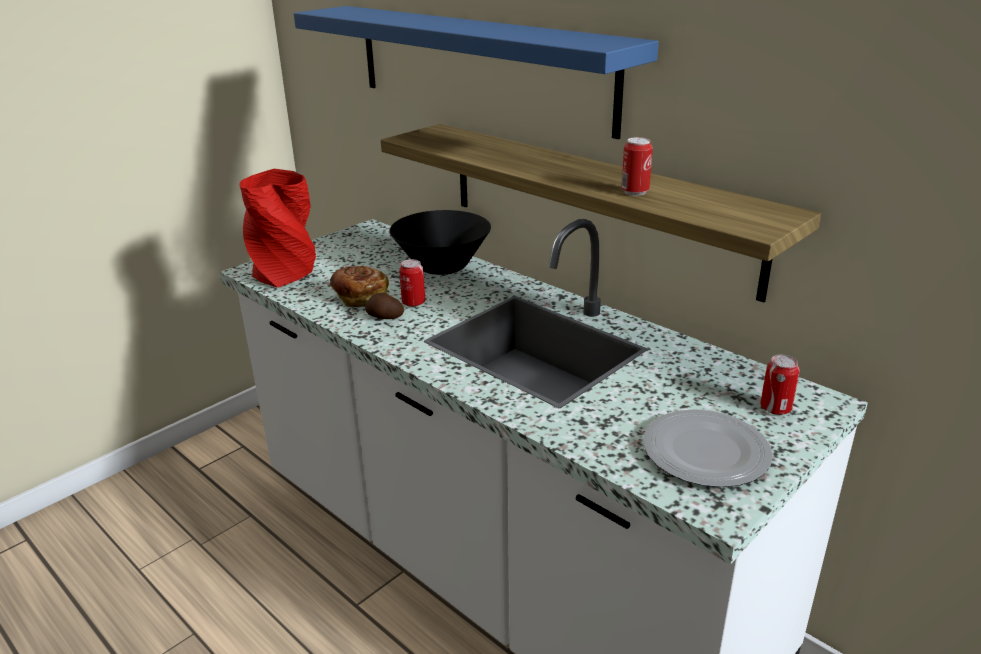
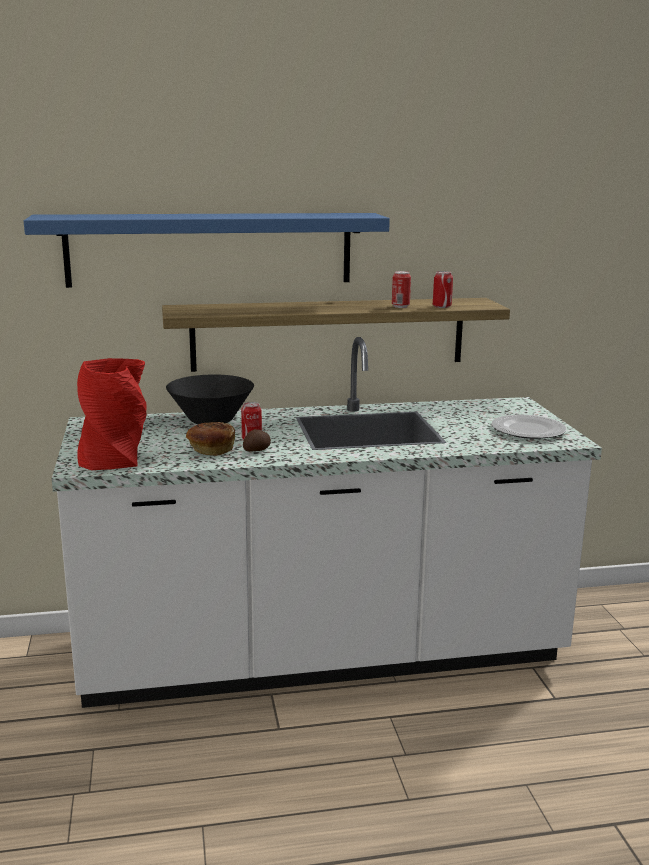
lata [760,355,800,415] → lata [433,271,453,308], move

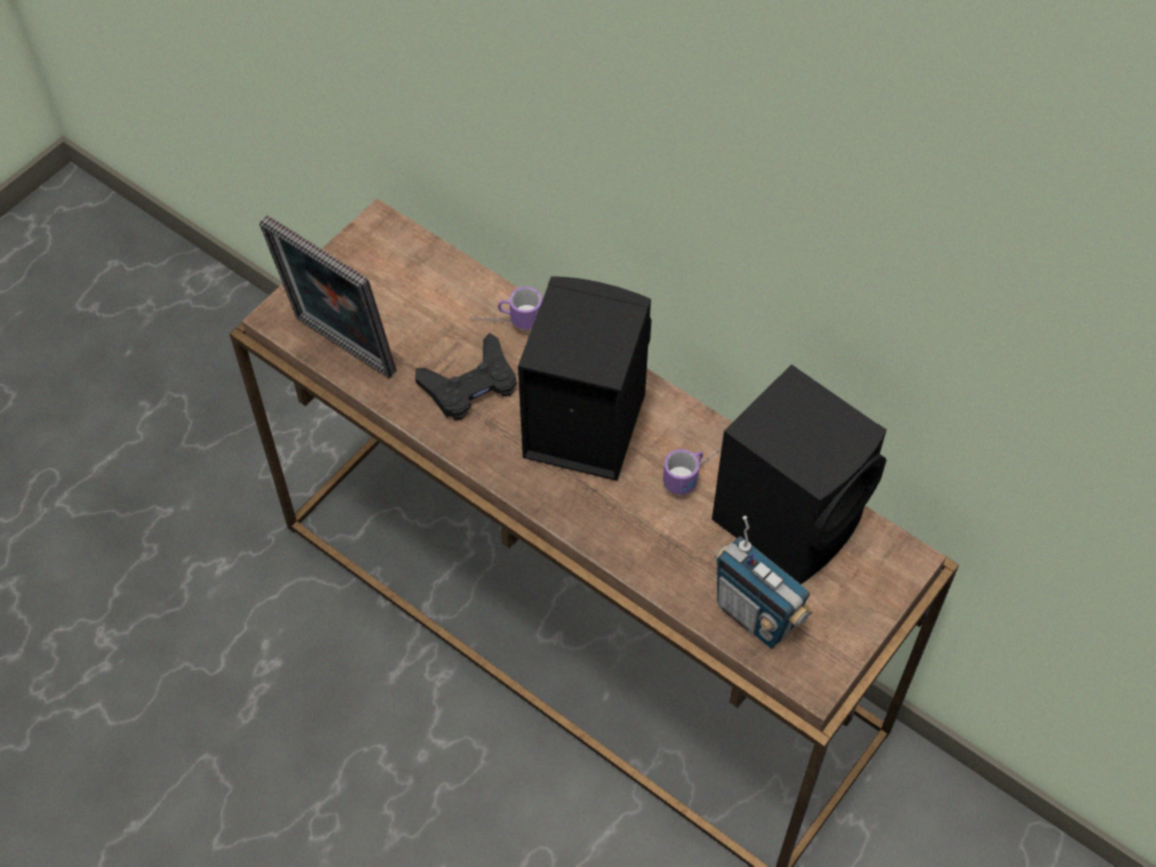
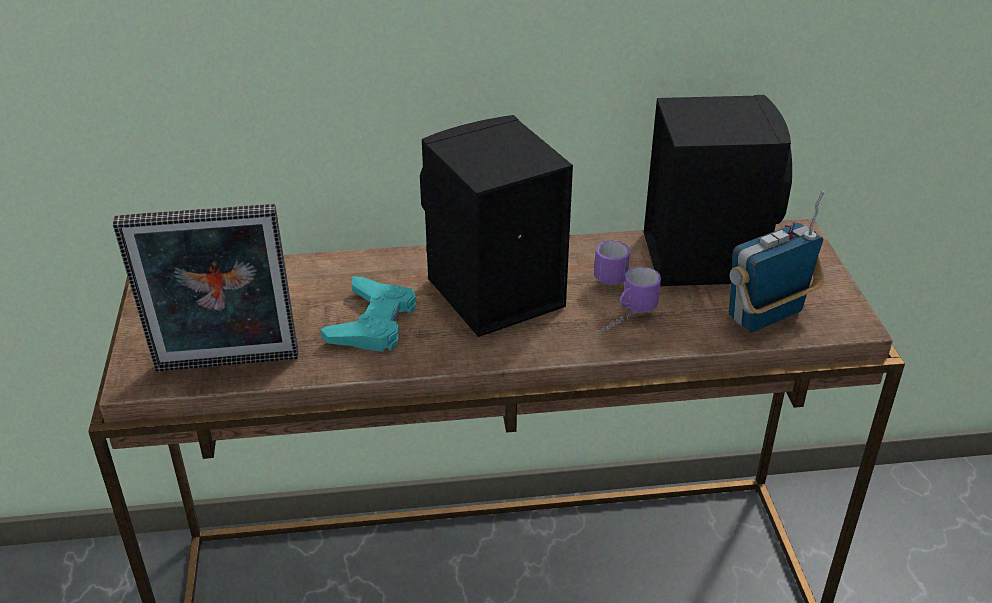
taza grande [471,286,542,330] → taza grande [598,267,661,335], move
mando de consola (negro) [415,333,516,420] → mando de consola (turquesa) [321,276,416,352]
radio [715,516,813,648] → radio [729,191,826,333], 150 degrees clockwise

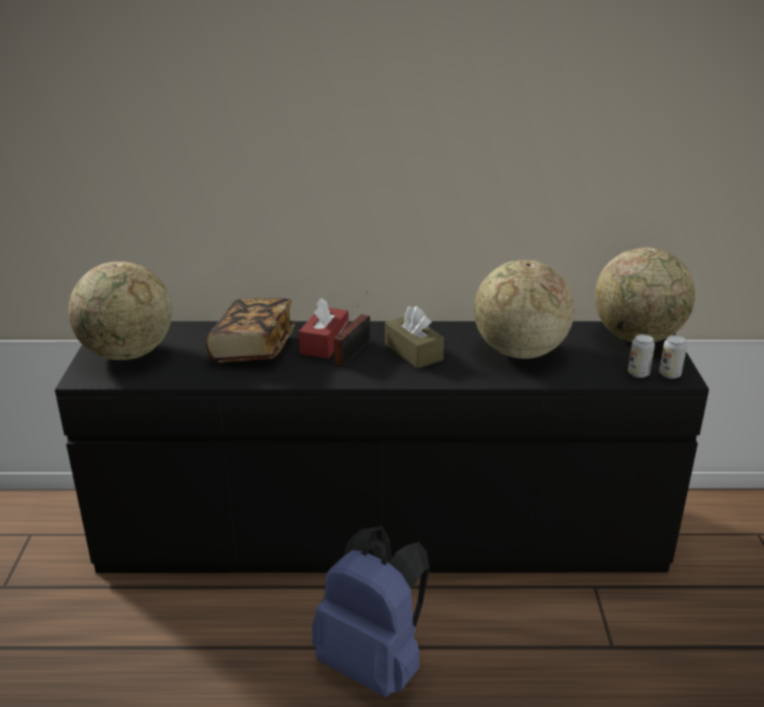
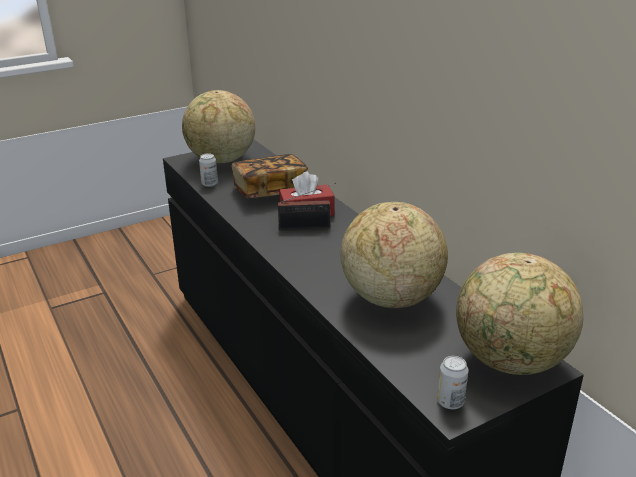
caja de pañuelos (marrón) [385,306,444,368] → -
lata [628,334,655,378] → lata [199,153,218,187], move
mochila (azul) [312,526,430,697] → -

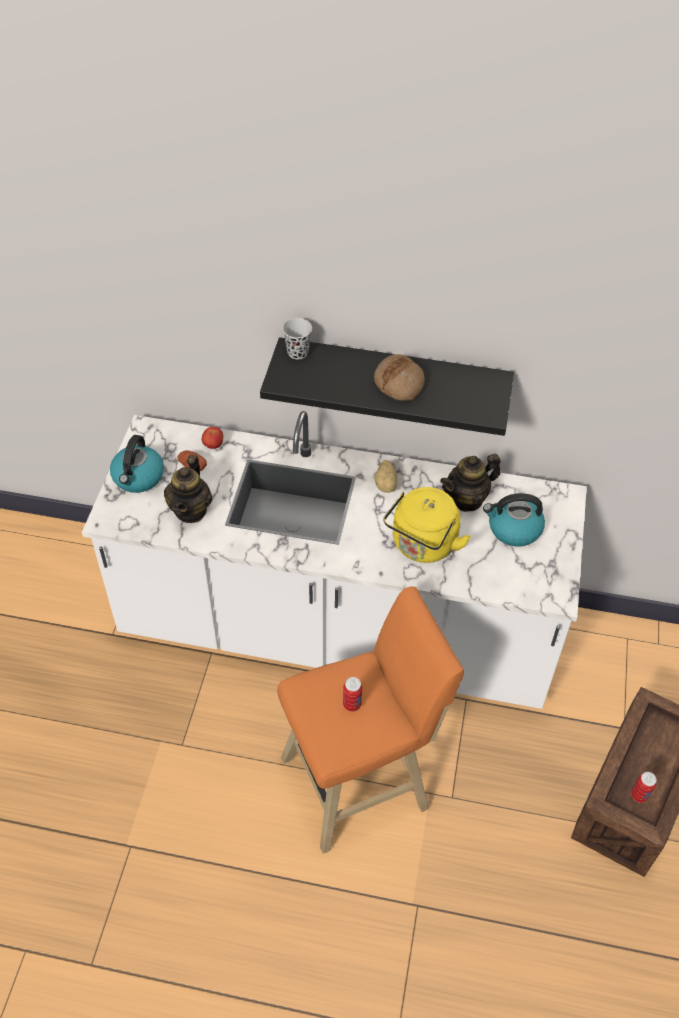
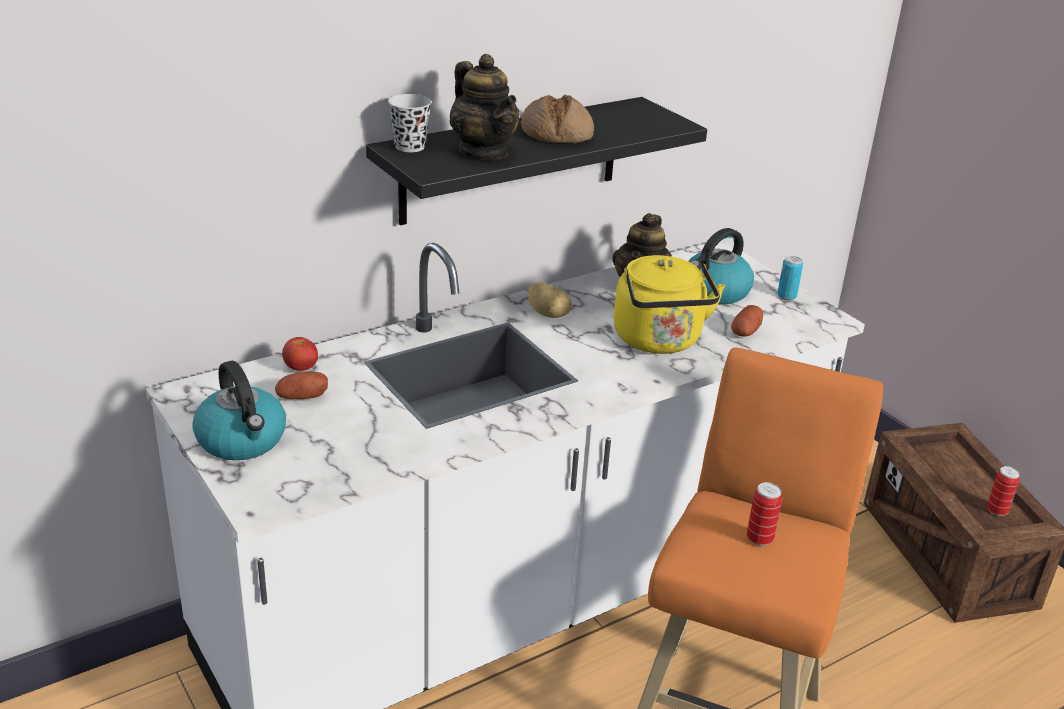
tetera [164,455,212,523] → tetera [449,54,519,160], move
- → lata [777,256,803,300]
- → patata [731,305,763,337]

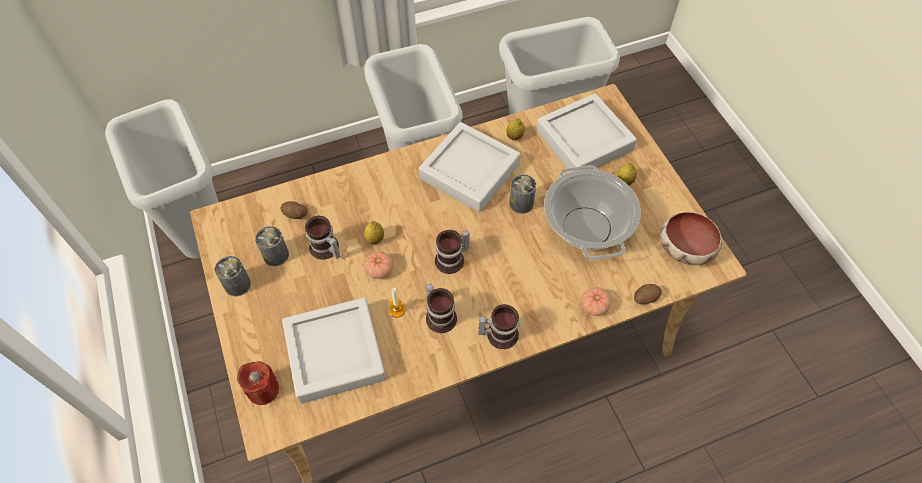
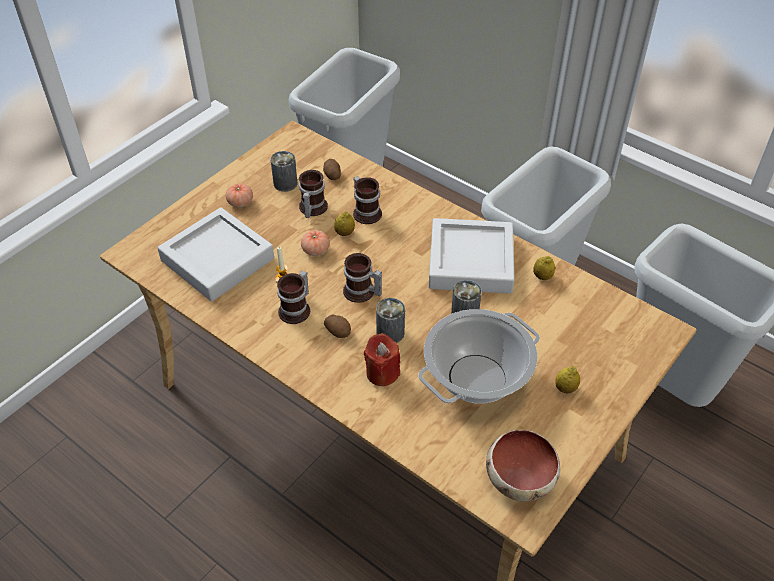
bandeja (gris) [536,93,637,172] → -
lata [214,256,251,296] → lata [376,298,405,343], move
patata [634,284,662,304] → patata [324,314,351,338], move
tomate [581,288,611,316] → tomate [226,183,253,208], move
taza grande [478,304,519,349] → taza grande [353,176,382,224], move
vela (rojo) [237,361,279,405] → vela (rojo) [364,333,400,386], move

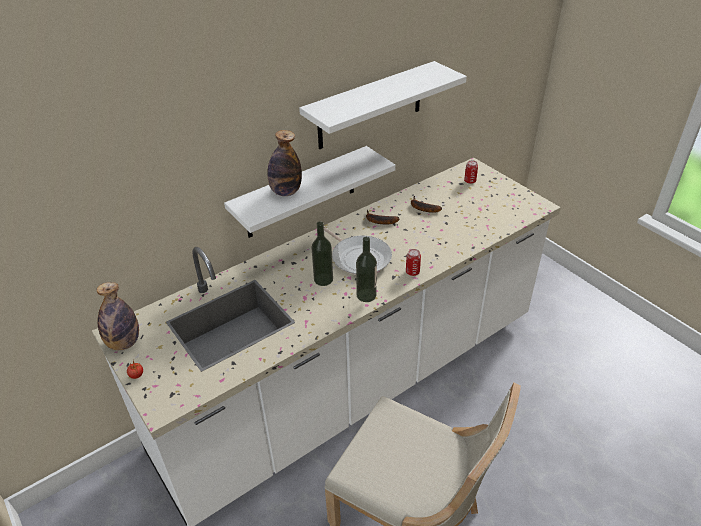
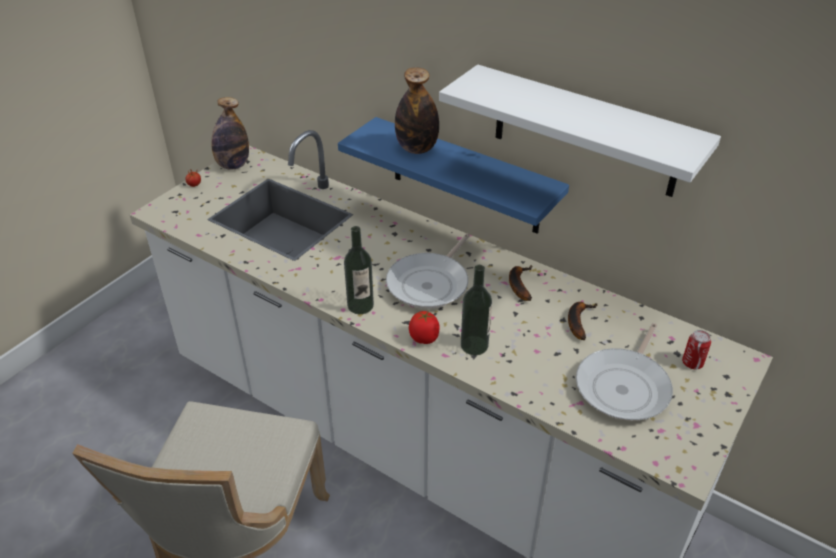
estante (blanco) [224,146,396,238] → estante (azul) [338,117,569,234]
botella [311,221,333,286] → botella [461,265,492,355], move
lata [406,249,421,276] → tomate [409,311,440,344]
- → sartén [576,323,673,421]

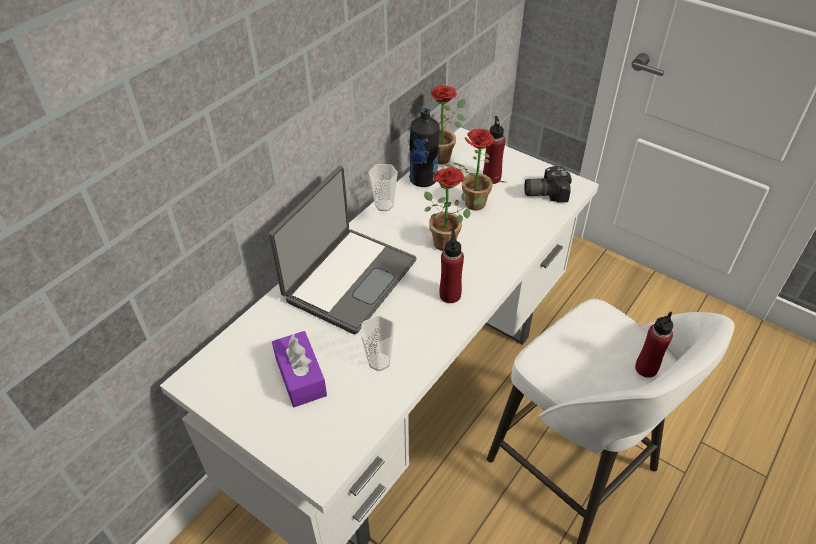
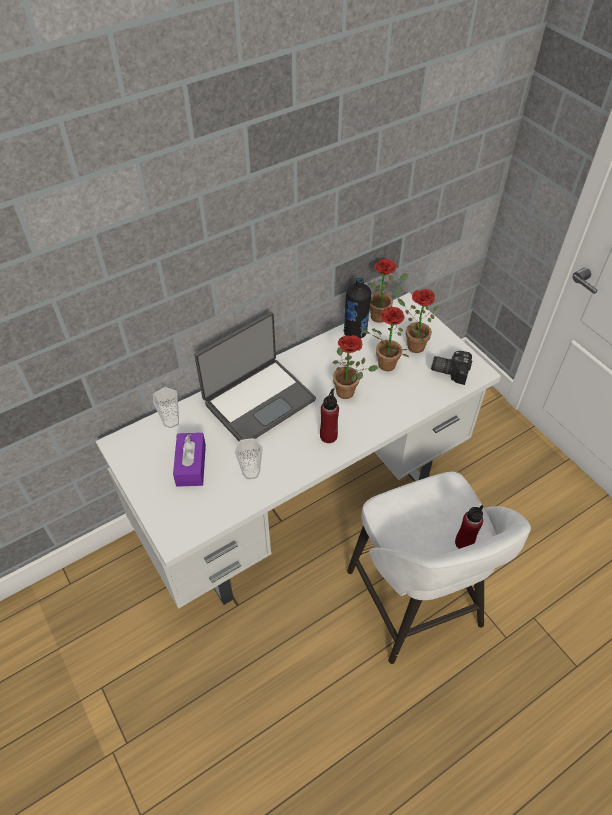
botella (rojo) [483,116,505,184] → planta en maceta [398,289,439,353]
taza [369,164,398,211] → taza [153,387,179,428], move

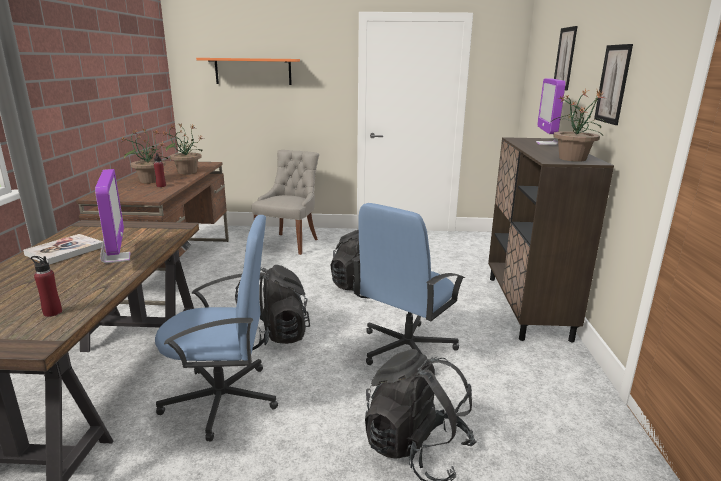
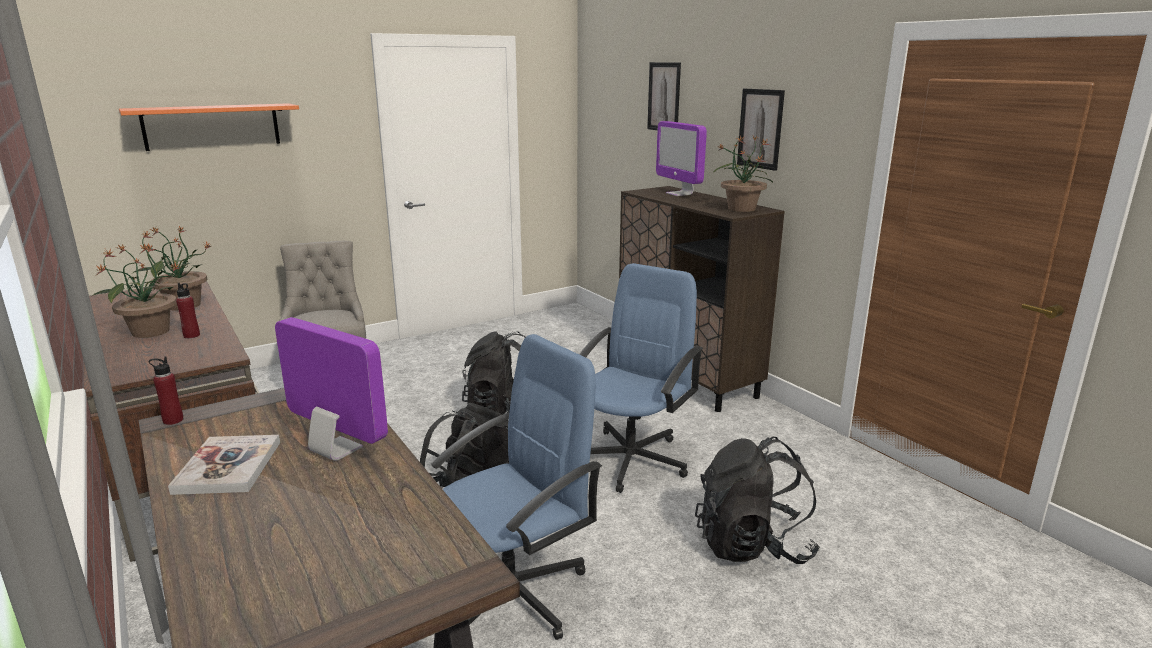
silla de oficina (azul) [352,203,465,365] → silla de oficina (azul) [579,263,703,493], 150 degrees counterclockwise
botella (rojo) [31,256,62,317] → botella (rojo) [149,357,183,425], move

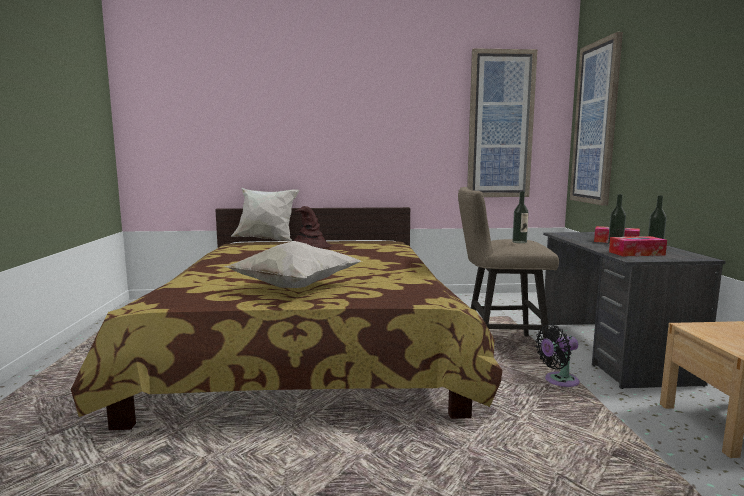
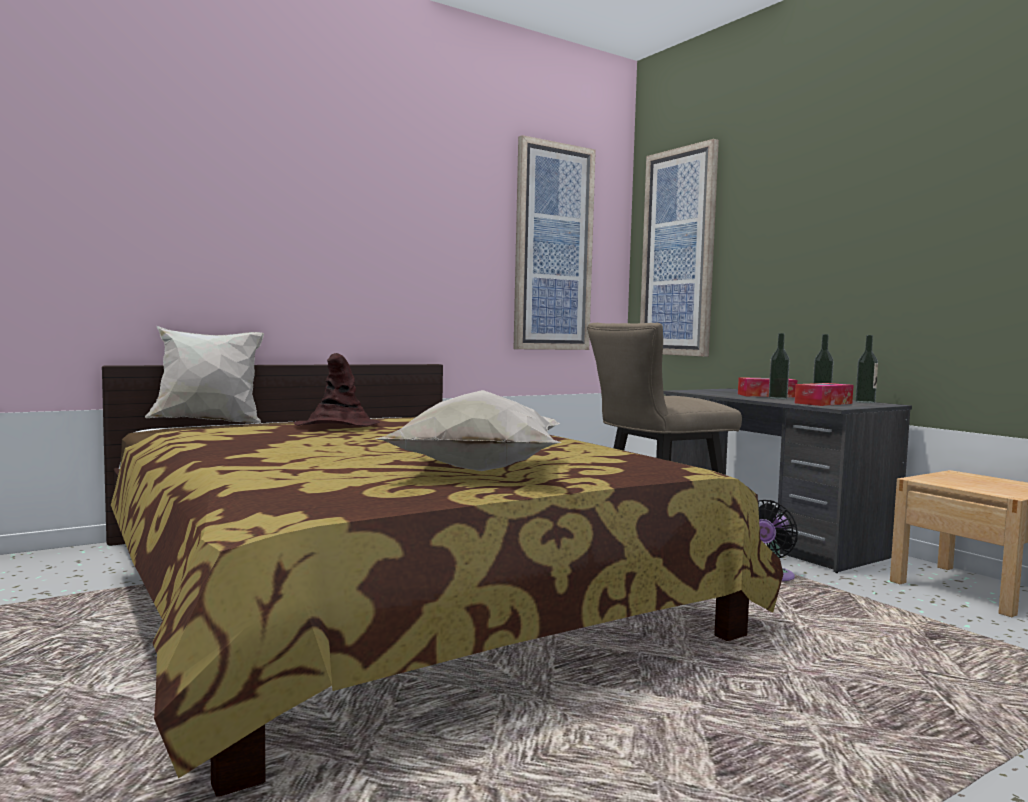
botella [512,191,529,243] → botella [855,335,878,403], move

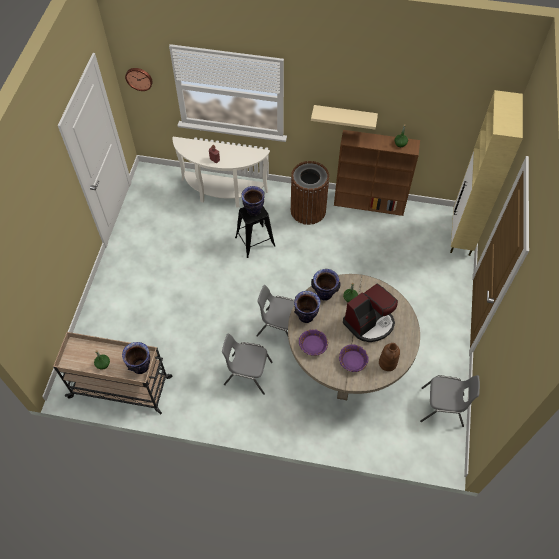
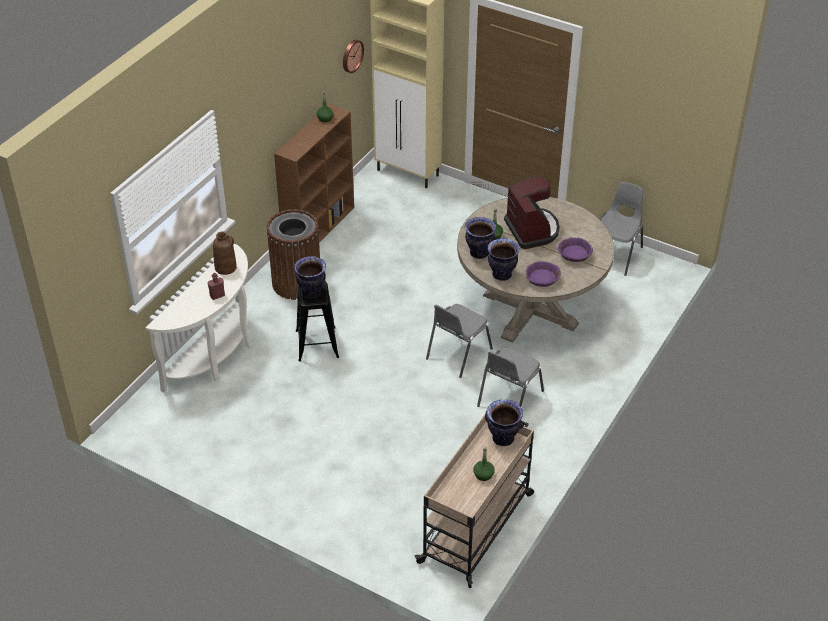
reloj de pared [125,68,153,91] → reloj de pared [343,40,364,73], move
estante (beis) [311,105,378,130] → -
florero (marrón) [379,343,400,371] → florero (marrón) [213,232,237,275], move

